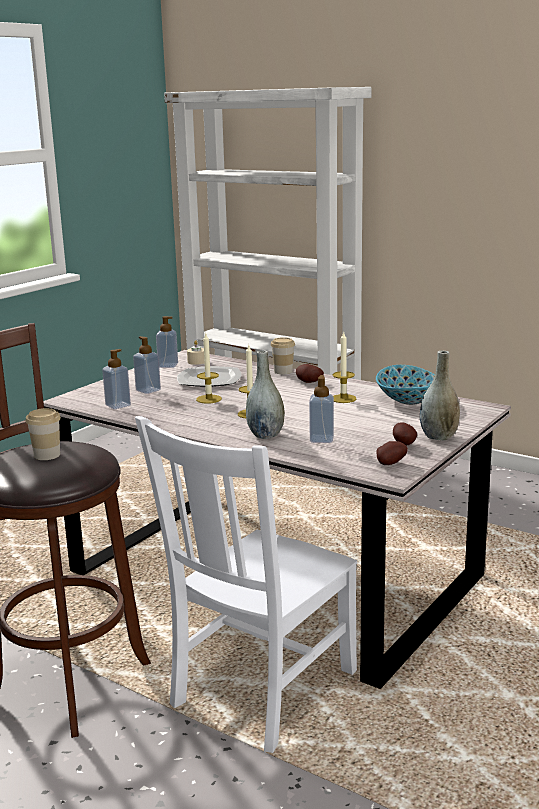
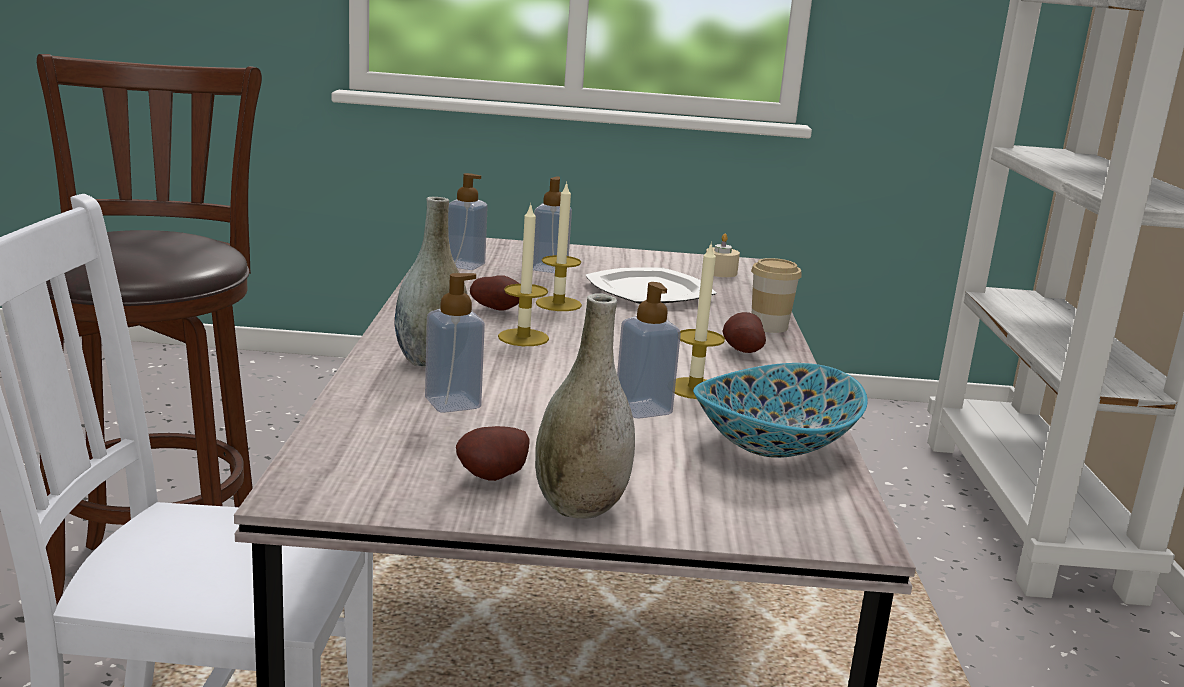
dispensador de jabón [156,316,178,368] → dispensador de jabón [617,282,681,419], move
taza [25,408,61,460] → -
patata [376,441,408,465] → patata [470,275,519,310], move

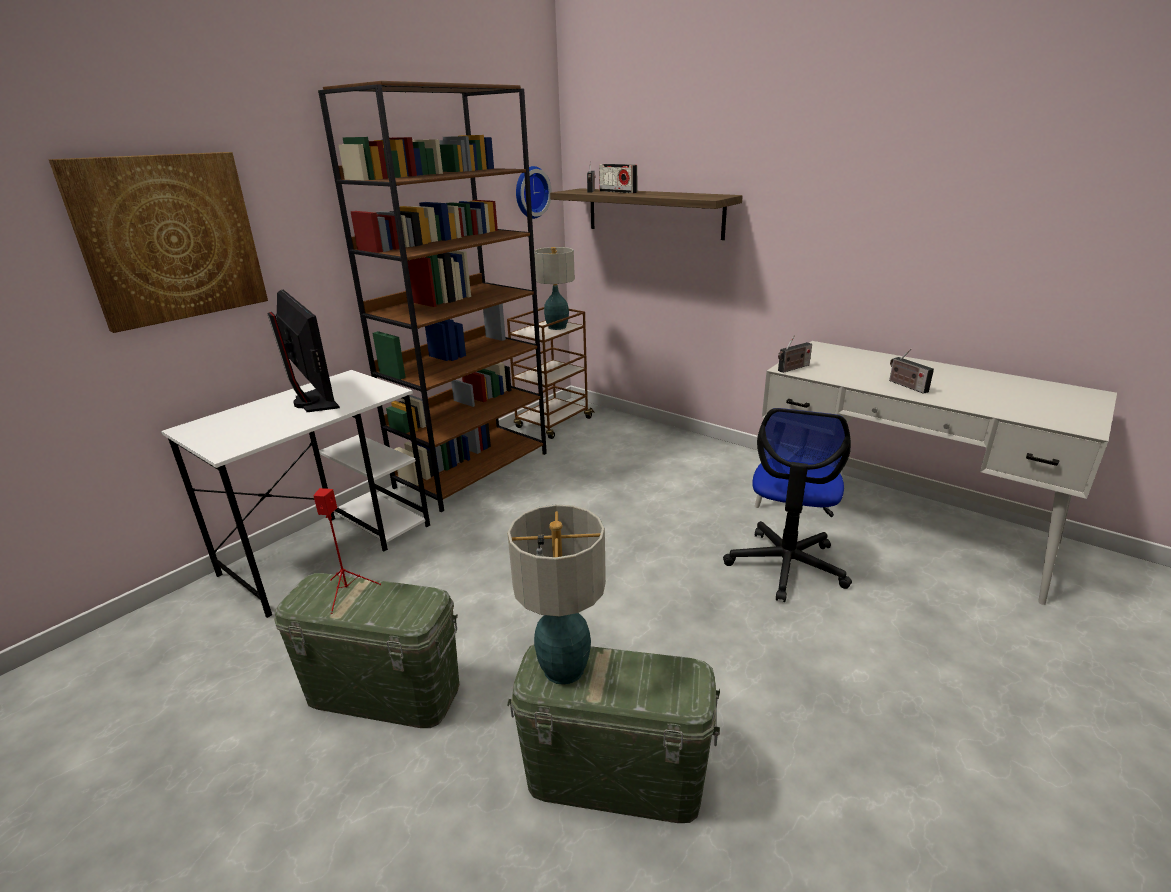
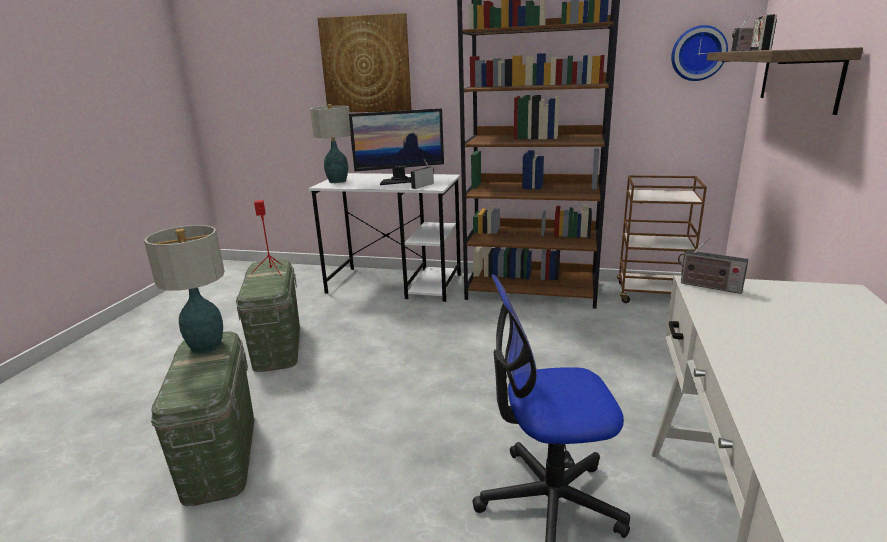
lámpara de mesa [534,247,575,330] → lámpara de mesa [310,104,351,183], move
monitor [268,290,340,412] → monitor [349,108,444,185], 45 degrees clockwise
radio [889,349,934,394] → radio [411,159,434,189], move

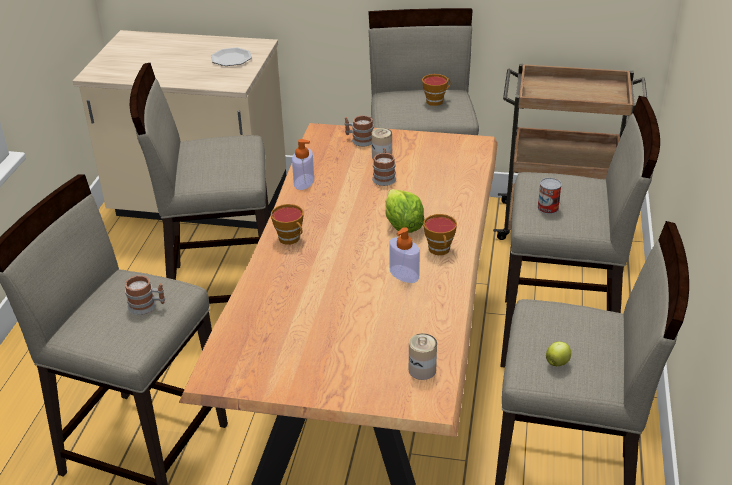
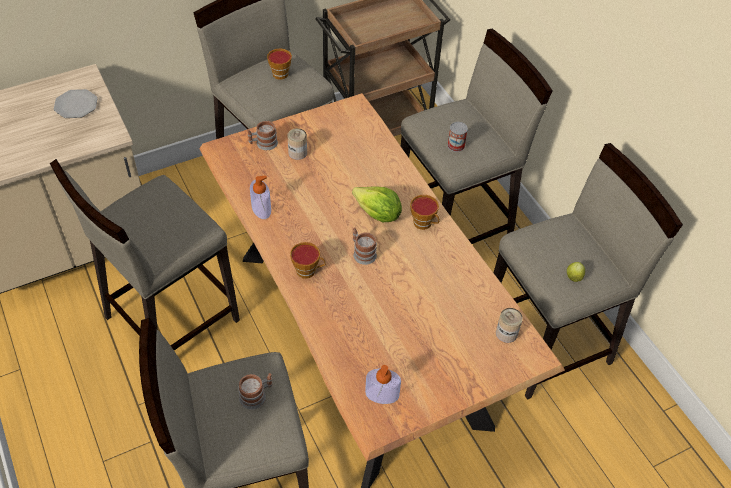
taza grande [372,148,396,186] → taza grande [353,227,377,265], move
dispensador de jabón [389,227,420,283] → dispensador de jabón [365,365,401,404], move

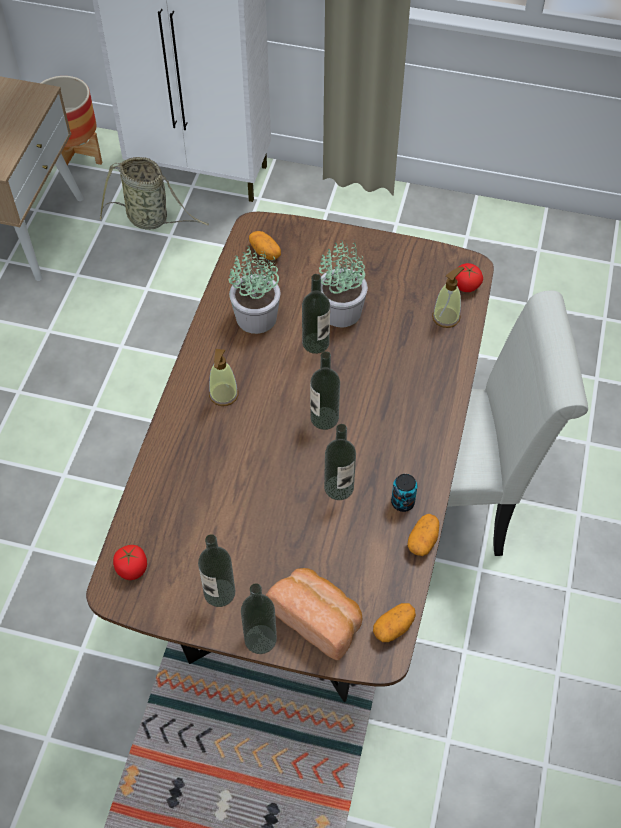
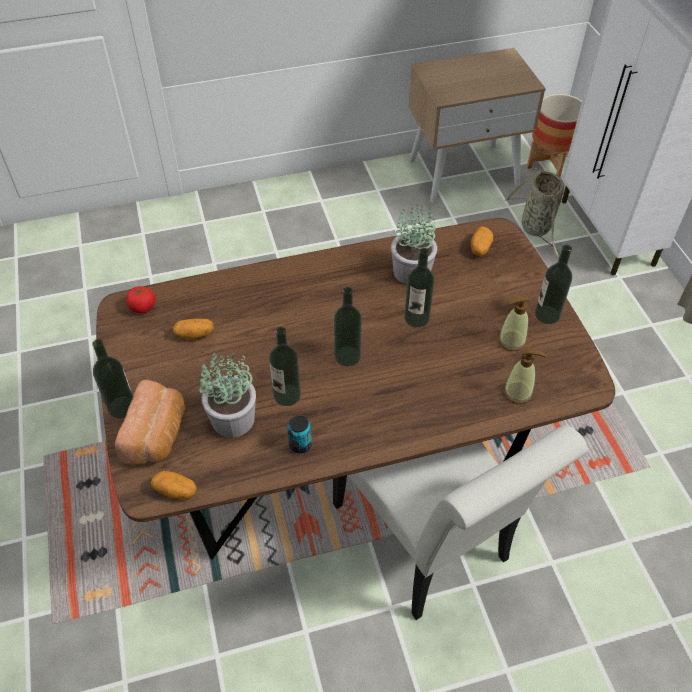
planta en maceta [319,240,368,327] → planta en maceta [199,350,256,438], move
tomate [455,263,483,292] → -
dispensador de jabón [209,349,238,406] → dispensador de jabón [499,295,530,351], move
patata [407,514,439,556] → patata [173,319,213,339], move
botella [198,534,235,607] → botella [535,245,572,324], move

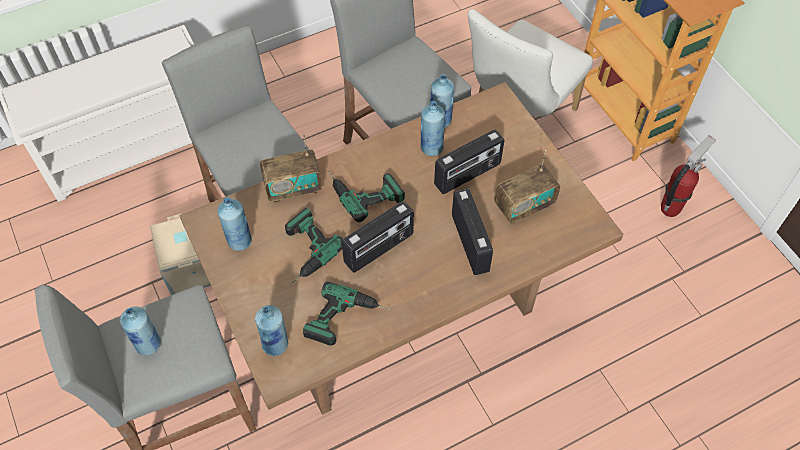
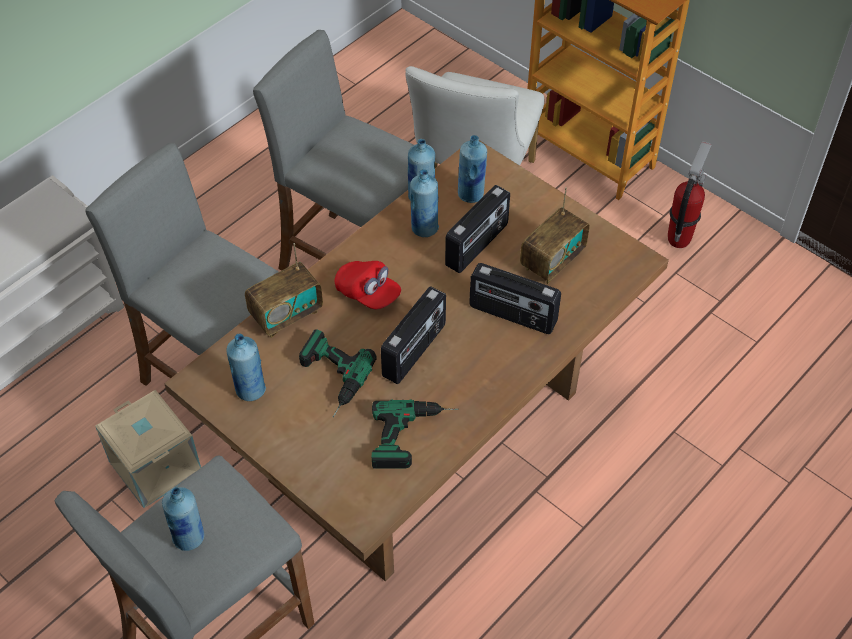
taladro [328,171,405,222] → gorra (rojo) [334,261,401,309]
radio [452,188,493,275] → radio [469,263,561,334], 150 degrees clockwise
botella (azul) [255,305,288,356] → botella (azul) [458,135,487,203], move

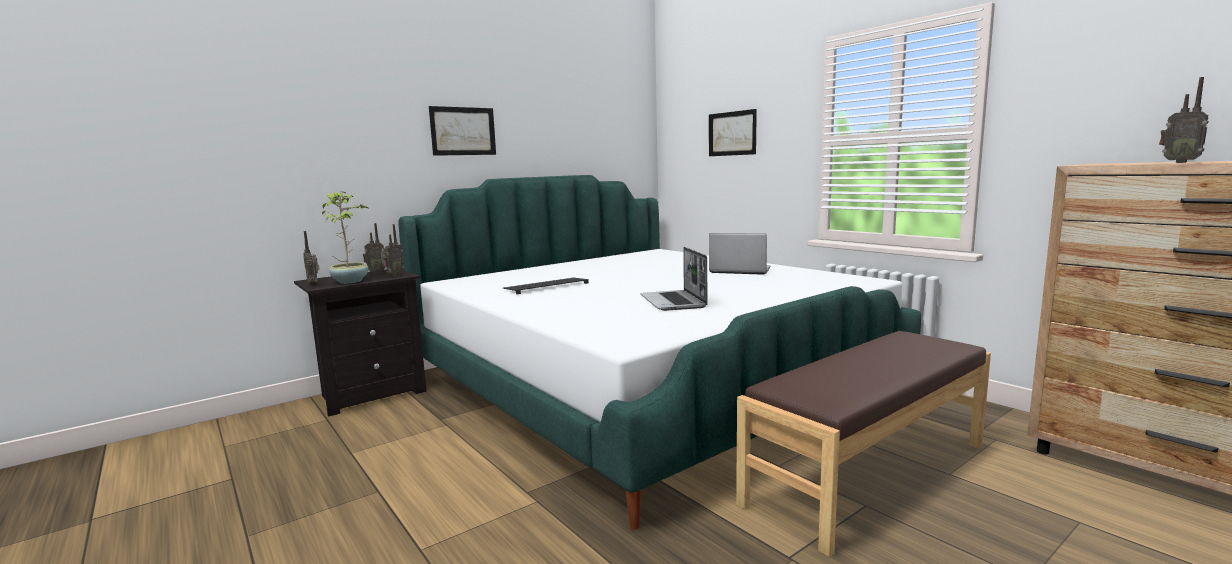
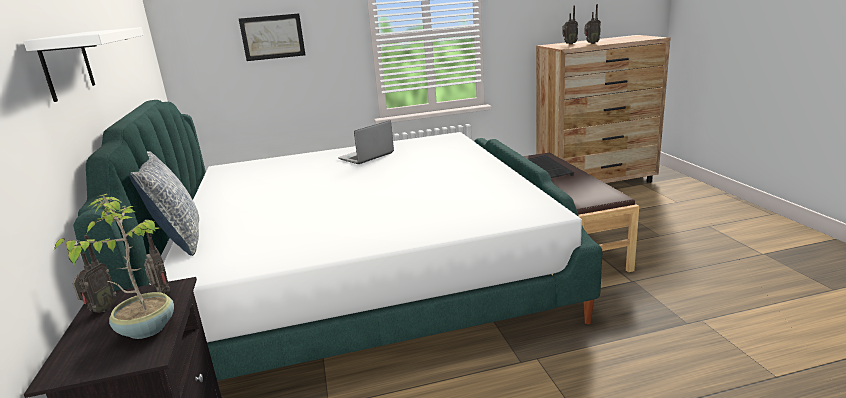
cuadro [429,106,496,156] → estante (blanco) [23,27,144,102]
radio [303,231,319,286] → radio [562,5,578,45], move
portátil [641,247,708,311] → -
teclado [503,278,589,294] → teclado [528,155,574,178], move
- → cojín [129,151,199,256]

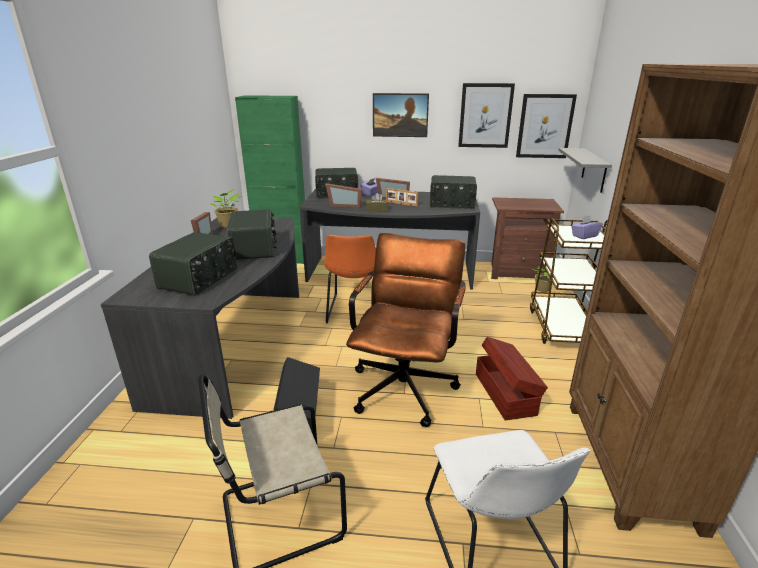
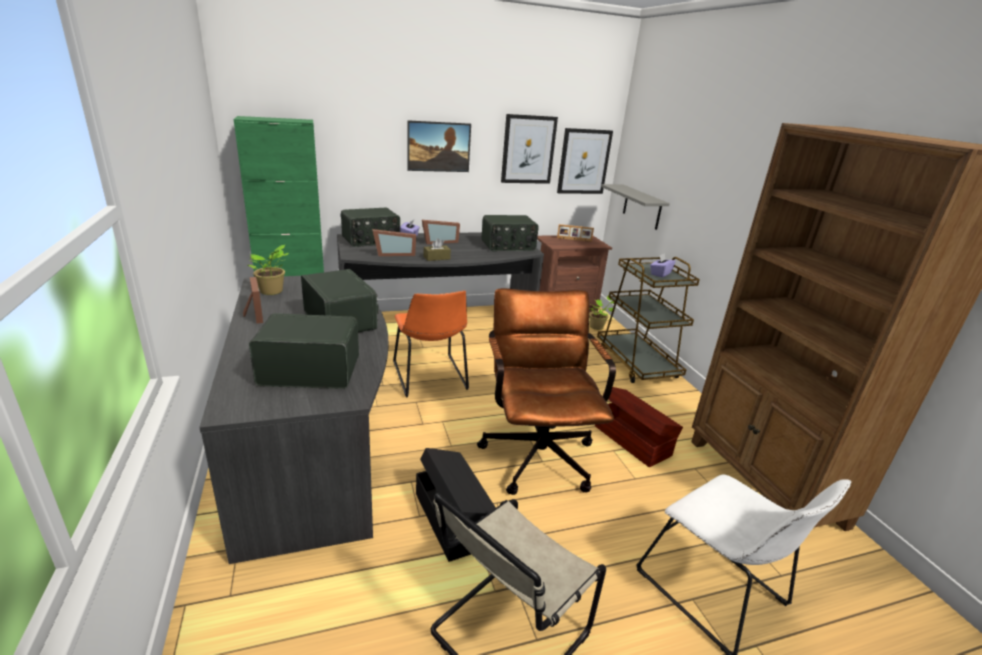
portarretratos [386,188,418,207] → portarretratos [557,224,594,242], move
radio [149,232,237,296] → radio [249,313,359,389], 90 degrees counterclockwise

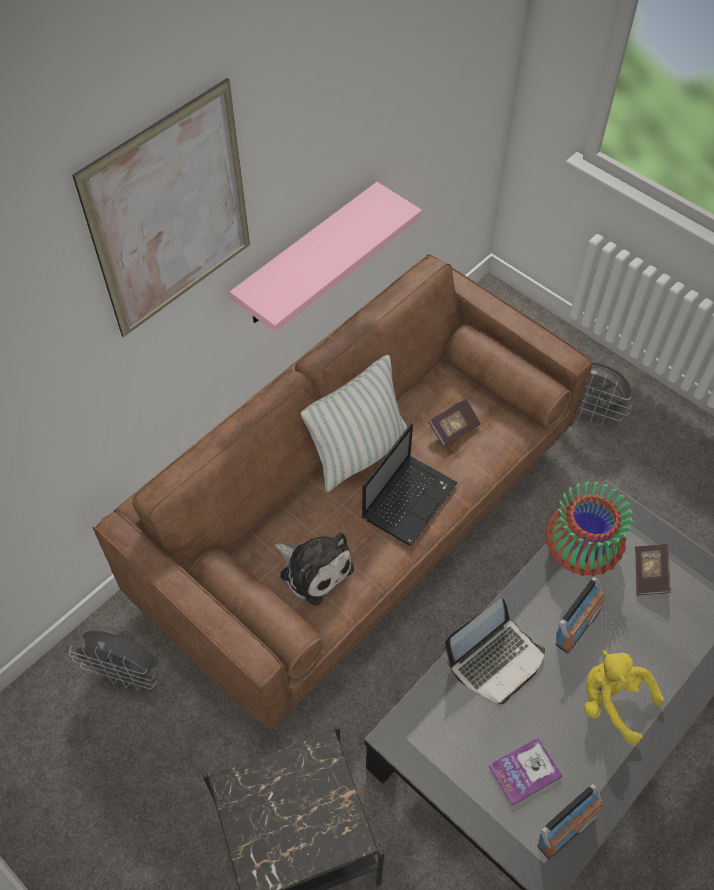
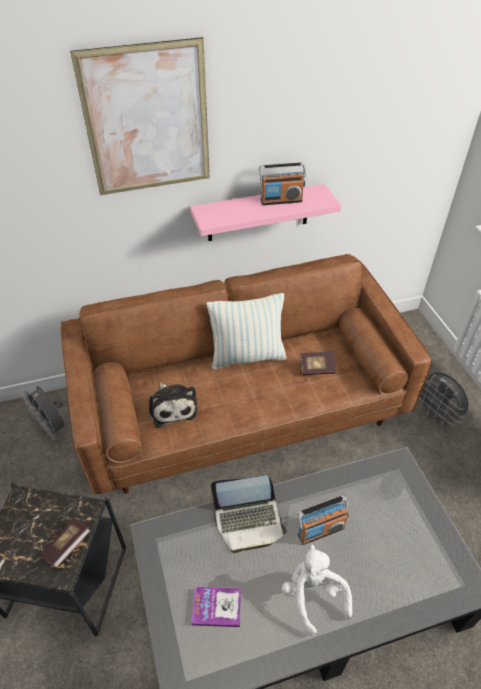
portátil [362,423,458,546] → -
florero [545,482,633,576] → -
libro [635,544,671,596] → libro [41,518,91,568], move
peluche (amarillo) [584,650,665,744] → peluche (blanco) [281,544,352,636]
radio [537,784,602,859] → radio [259,163,306,205], move

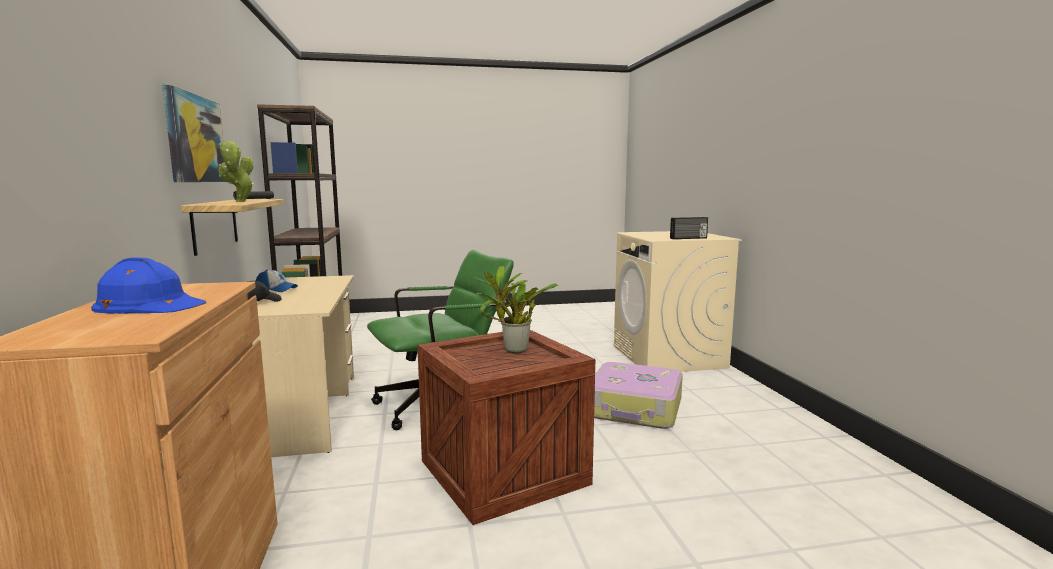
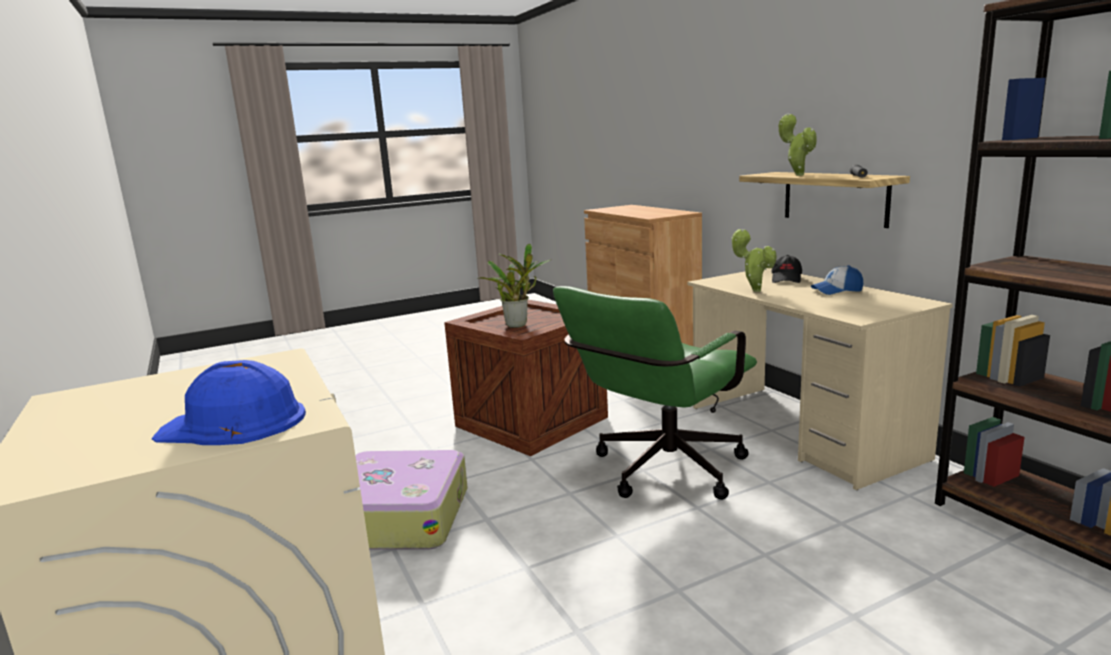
cuadro [162,85,226,182] → -
radio [670,217,708,239] → -
casco (azul) [91,257,206,314] → casco (azul) [152,360,306,445], move
- → planta en maceta [731,229,777,292]

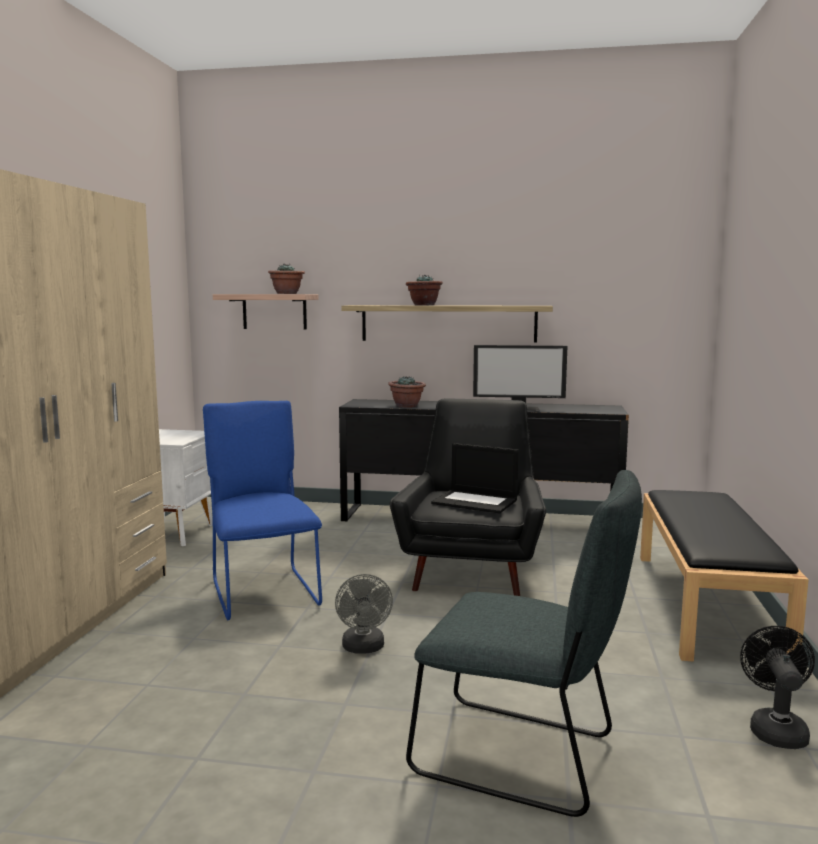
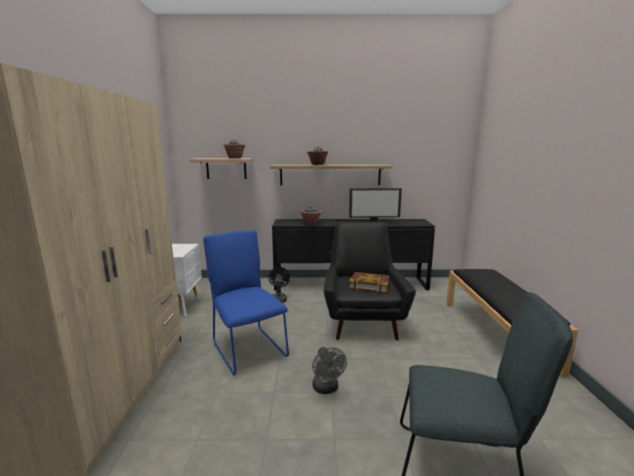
portátil [431,443,518,514] → libro [349,272,389,293]
ventilador (negro) [740,626,815,749] → ventilador (negro) [268,267,290,303], move

